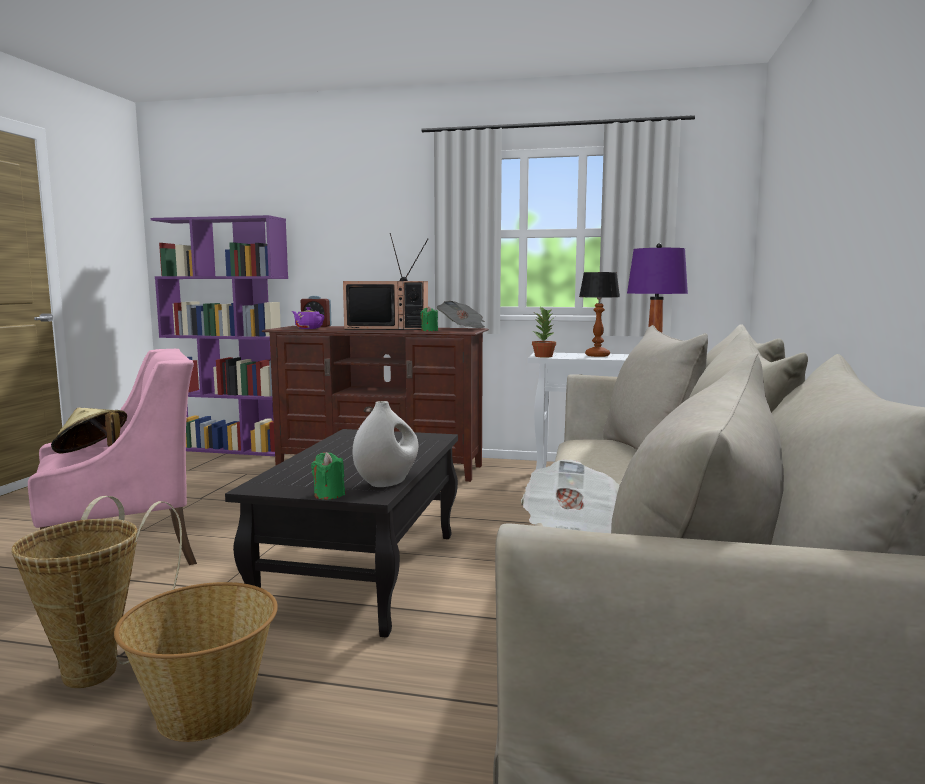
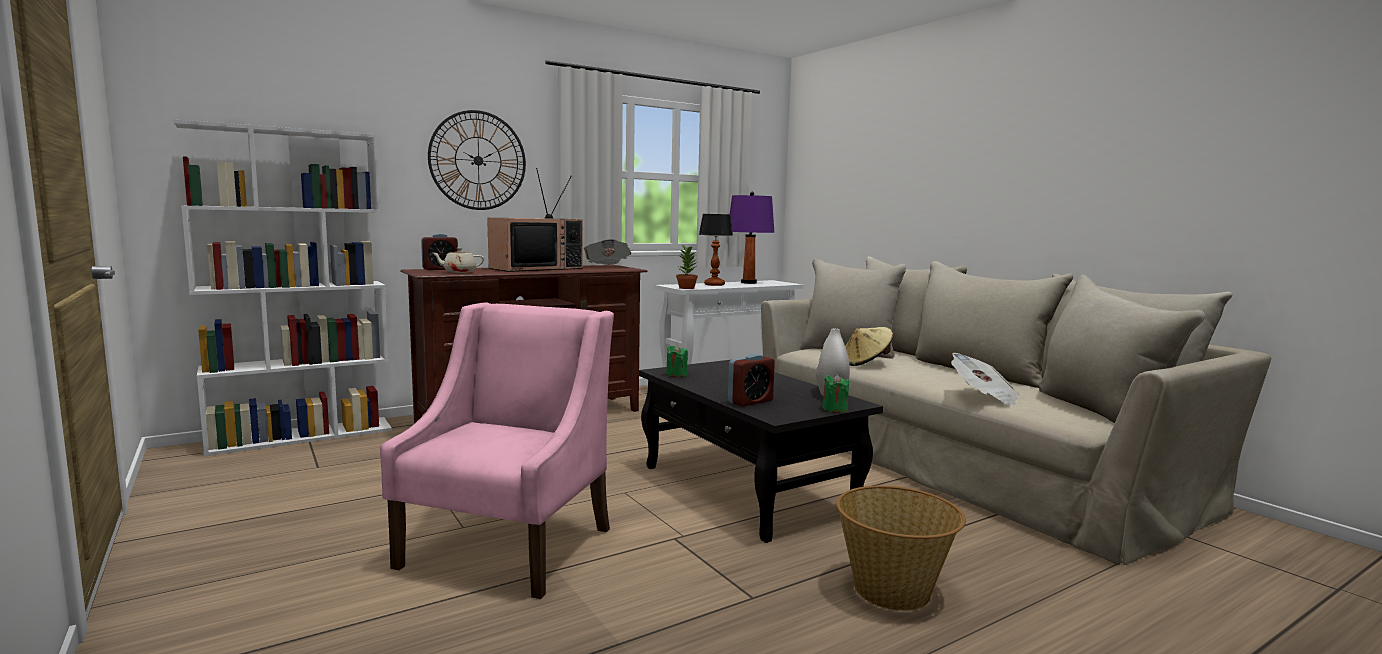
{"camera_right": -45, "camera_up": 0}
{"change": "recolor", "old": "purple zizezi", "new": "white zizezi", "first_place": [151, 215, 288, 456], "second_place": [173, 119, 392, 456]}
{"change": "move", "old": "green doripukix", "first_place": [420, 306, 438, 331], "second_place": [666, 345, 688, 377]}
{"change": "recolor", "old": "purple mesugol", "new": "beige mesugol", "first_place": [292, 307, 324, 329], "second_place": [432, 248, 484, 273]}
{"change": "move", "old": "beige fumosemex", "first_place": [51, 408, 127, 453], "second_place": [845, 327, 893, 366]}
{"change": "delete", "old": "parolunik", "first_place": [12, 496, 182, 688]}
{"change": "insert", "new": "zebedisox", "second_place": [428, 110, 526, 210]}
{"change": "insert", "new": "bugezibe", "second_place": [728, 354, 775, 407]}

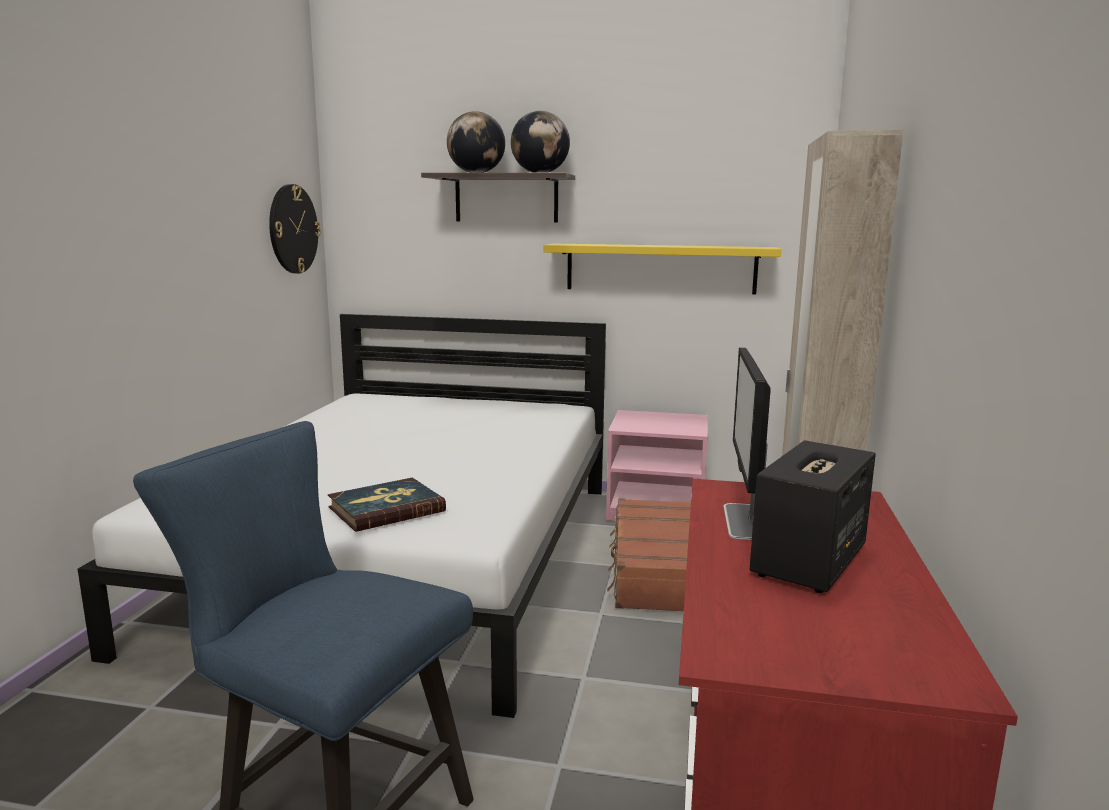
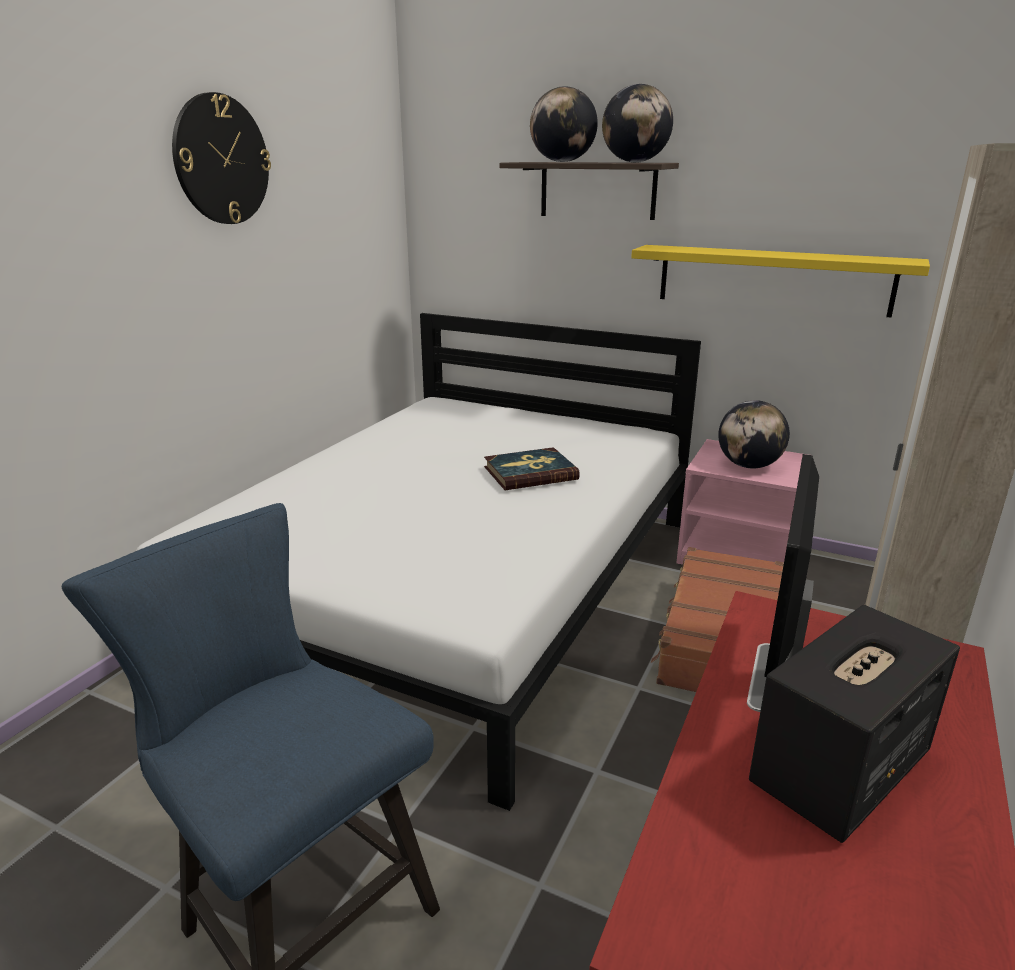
{"camera_right": 15, "camera_up": 10}
{"change": "move", "old": "zebedisox", "first_place": [269, 184, 321, 274], "second_place": [172, 92, 271, 224]}
{"change": "move", "old": "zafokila", "first_place": [328, 477, 446, 532], "second_place": [484, 447, 580, 490]}
{"change": "insert", "new": "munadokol", "second_place": [718, 400, 790, 468]}

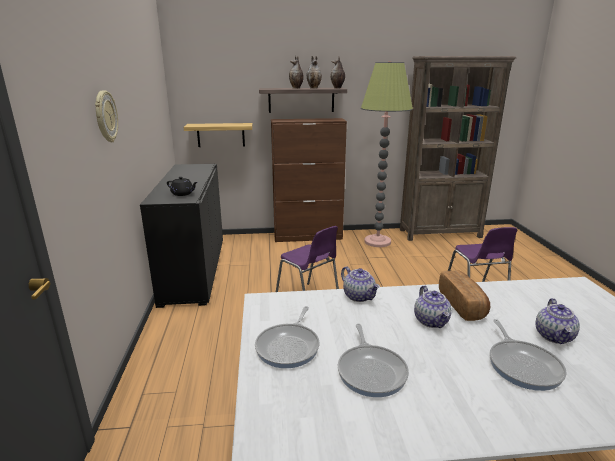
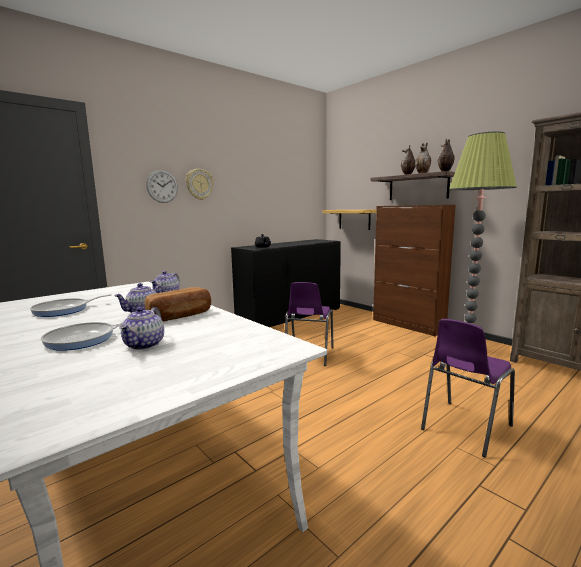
{"camera_right": 55, "camera_up": -10}
{"change": "rotate", "old": "mesugol", "first_place": [535, 298, 580, 344], "second_place": [119, 307, 164, 350], "degrees": -60}
{"change": "delete", "old": "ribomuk", "first_place": [255, 306, 320, 368]}
{"change": "insert", "new": "zebedisox", "second_place": [146, 170, 178, 203]}

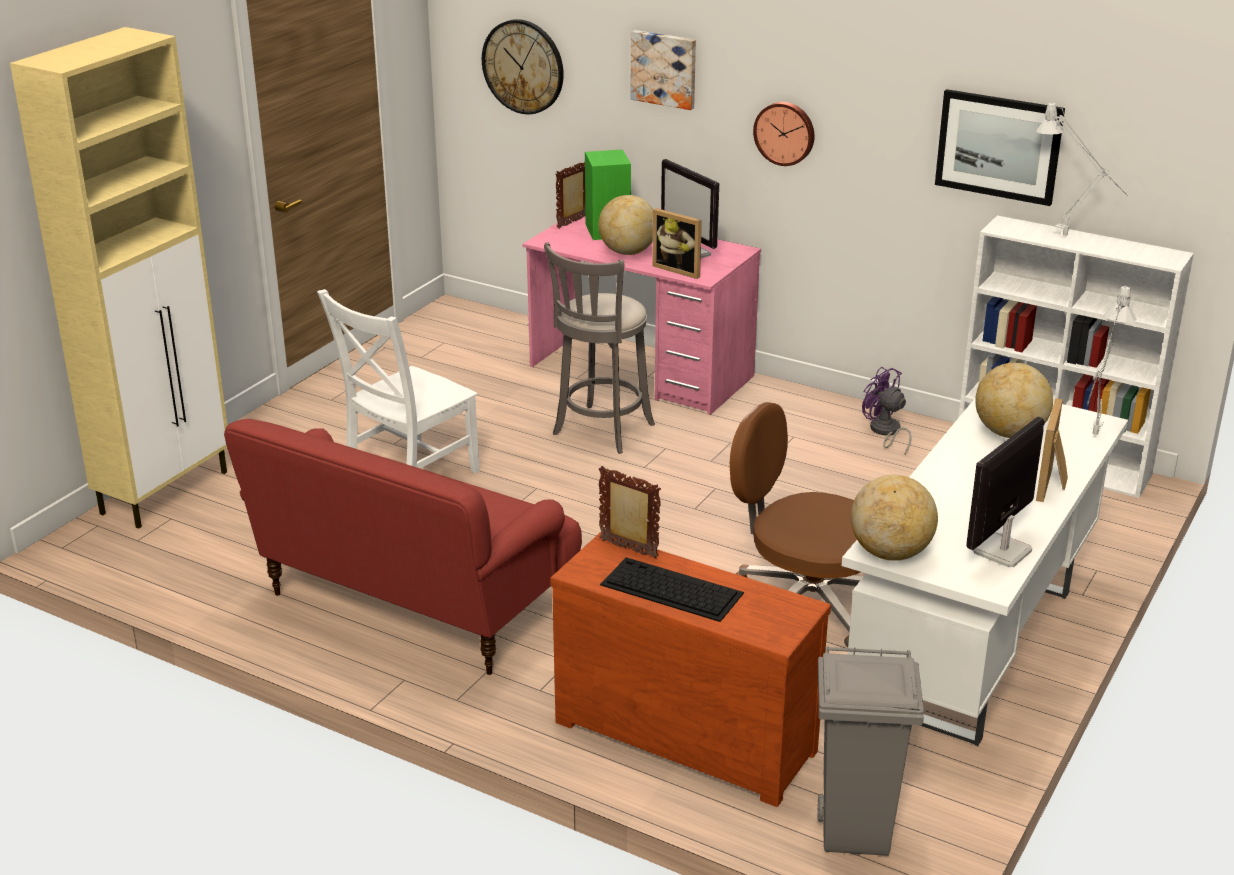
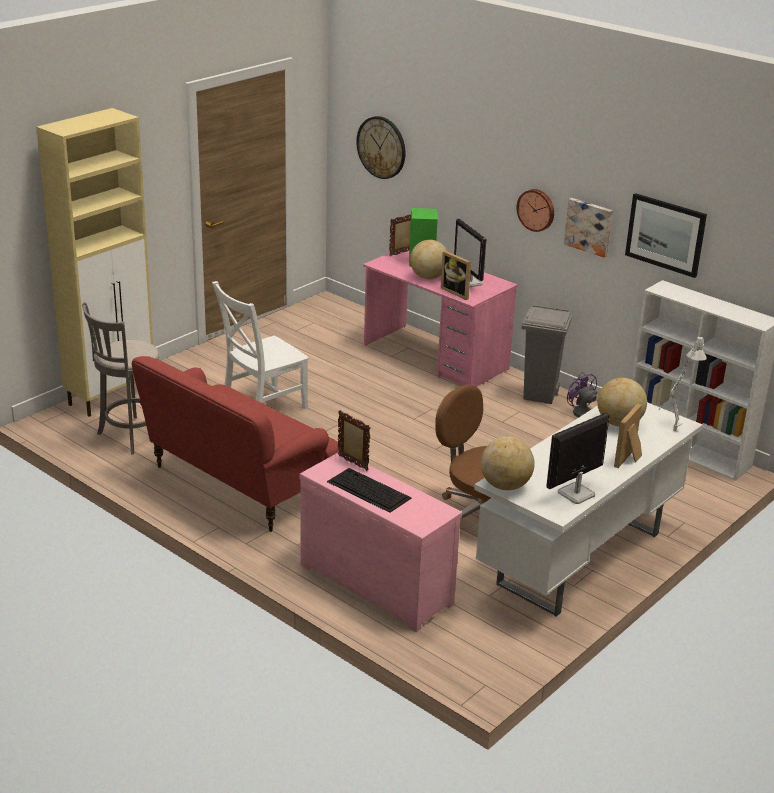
{"camera_right": 10, "camera_up": 0}
{"change": "move", "old": "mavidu", "first_place": [631, 30, 696, 110], "second_place": [564, 198, 613, 258]}
{"change": "delete", "old": "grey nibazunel", "first_place": [1036, 103, 1128, 236]}
{"change": "move", "old": "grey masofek", "first_place": [544, 242, 655, 454], "second_place": [82, 302, 159, 454]}
{"change": "recolor", "old": "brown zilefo", "new": "pink zilefo", "first_place": [550, 532, 831, 807], "second_place": [299, 453, 462, 632]}
{"change": "move", "old": "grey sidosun", "first_place": [817, 646, 924, 856], "second_place": [522, 304, 572, 404]}

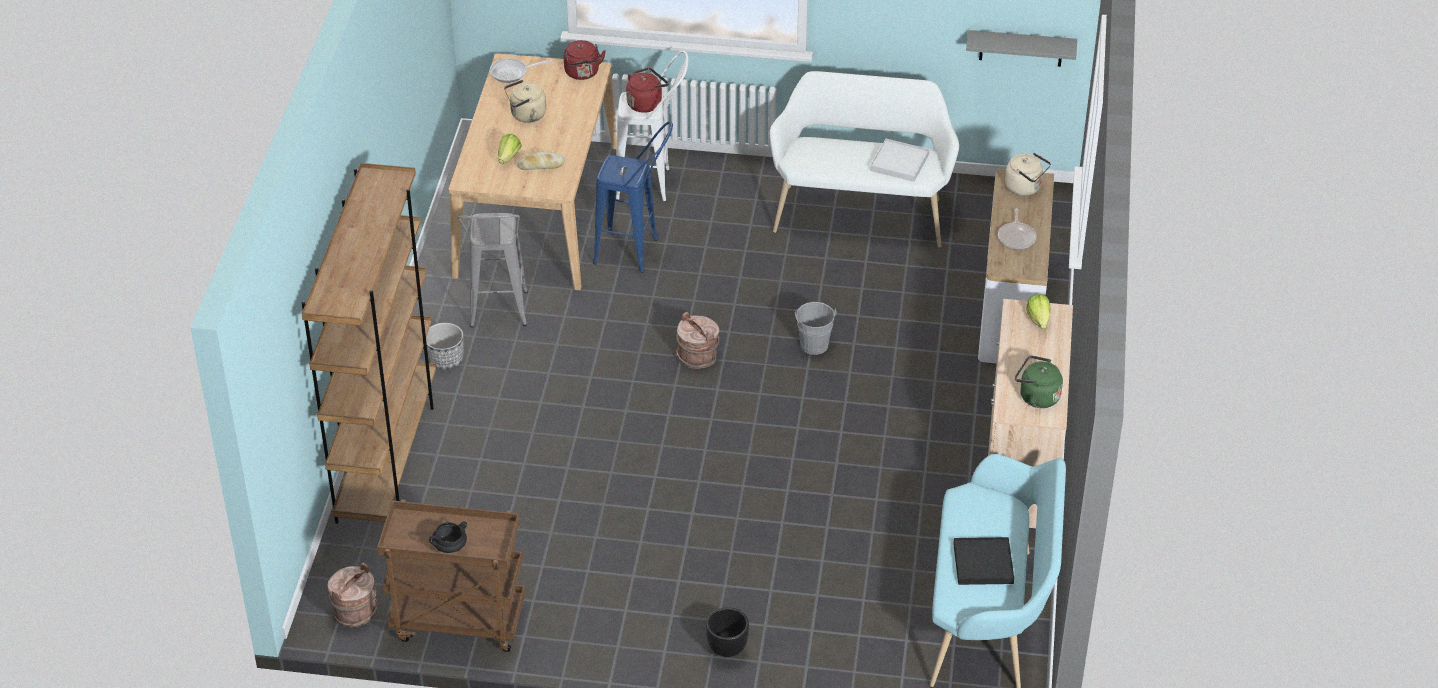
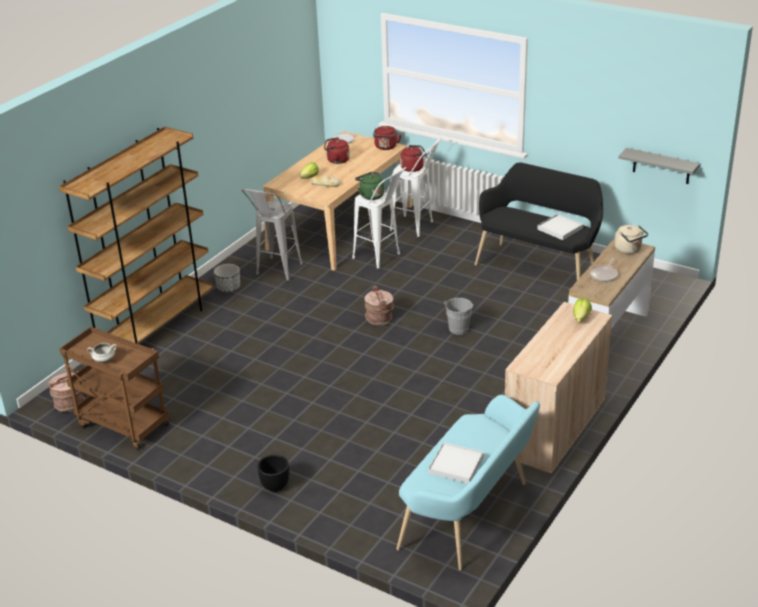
{"camera_right": 25, "camera_up": -10}
{"change": "recolor", "old": "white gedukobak", "new": "black gedukobak", "first_place": [770, 71, 959, 247], "second_place": [475, 163, 603, 281]}
{"change": "recolor", "old": "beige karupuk", "new": "red karupuk", "first_place": [504, 80, 546, 123], "second_place": [324, 137, 350, 164]}
{"change": "recolor", "old": "blue masofek", "new": "white masofek", "first_place": [593, 121, 673, 273], "second_place": [352, 167, 406, 269]}
{"change": "move", "old": "green karupuk", "first_place": [1015, 355, 1063, 408], "second_place": [355, 172, 384, 200]}
{"change": "recolor", "old": "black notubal", "new": "white notubal", "first_place": [429, 521, 467, 553], "second_place": [87, 343, 117, 363]}
{"change": "recolor", "old": "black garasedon", "new": "white garasedon", "first_place": [953, 537, 1014, 585], "second_place": [429, 442, 484, 483]}

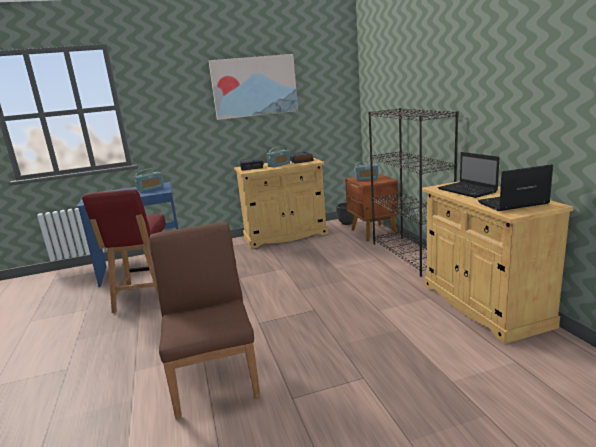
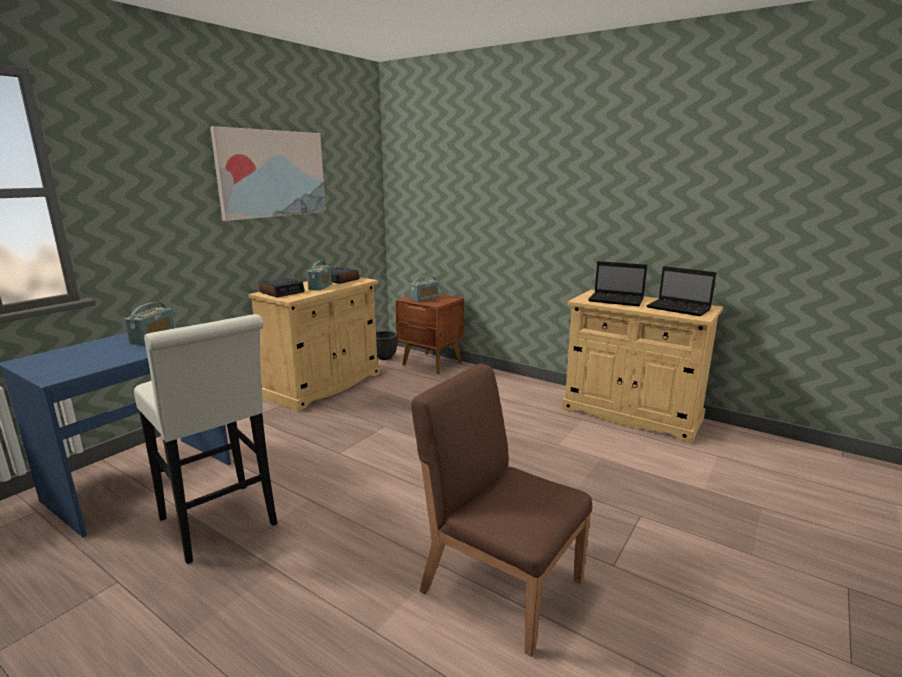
{"camera_right": -40, "camera_up": 0}
{"change": "delete", "old": "black zizezi", "first_place": [368, 108, 459, 277]}
{"change": "rotate", "old": "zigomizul", "first_place": [478, 164, 553, 211], "second_place": [646, 266, 716, 316], "degrees": -90}
{"change": "replace", "old": "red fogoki", "new": "white masofek", "first_place": [82, 189, 166, 313], "second_place": [134, 314, 278, 564]}

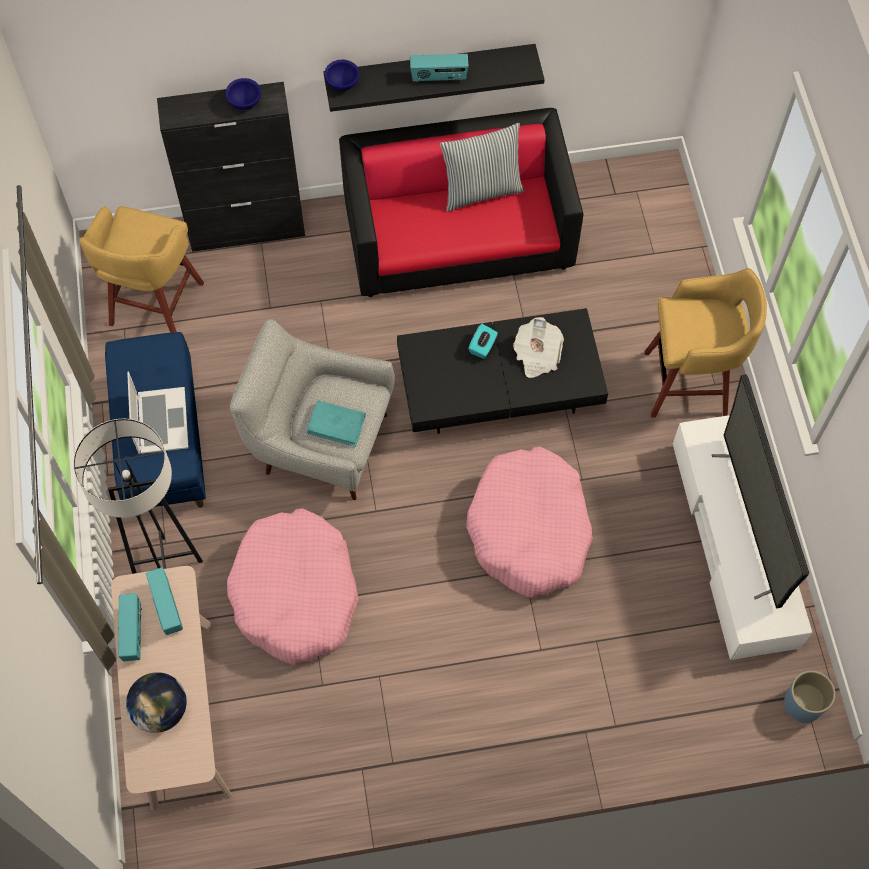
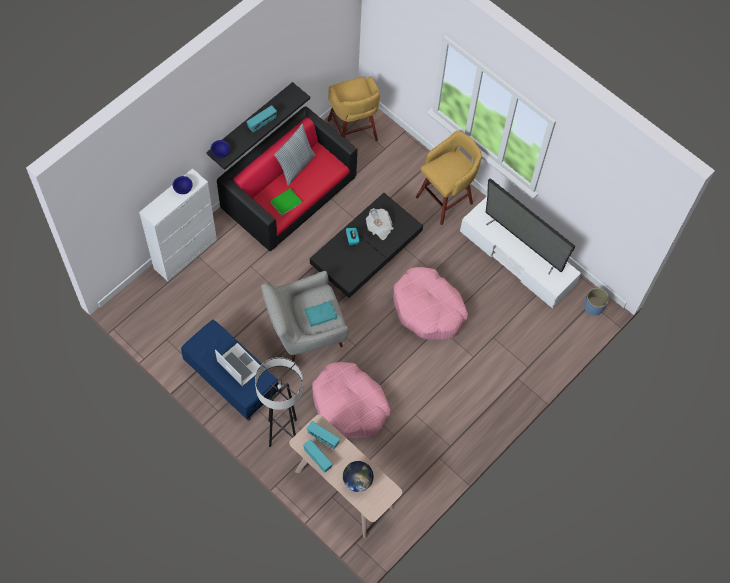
{"camera_right": -40, "camera_up": 0}
{"change": "recolor", "old": "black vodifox", "new": "white vodifox", "first_place": [157, 82, 305, 252], "second_place": [139, 168, 217, 281]}
{"change": "move", "old": "yellow masofek", "first_place": [79, 206, 204, 333], "second_place": [328, 76, 380, 141]}
{"change": "insert", "new": "green zafokila", "second_place": [270, 188, 302, 216]}

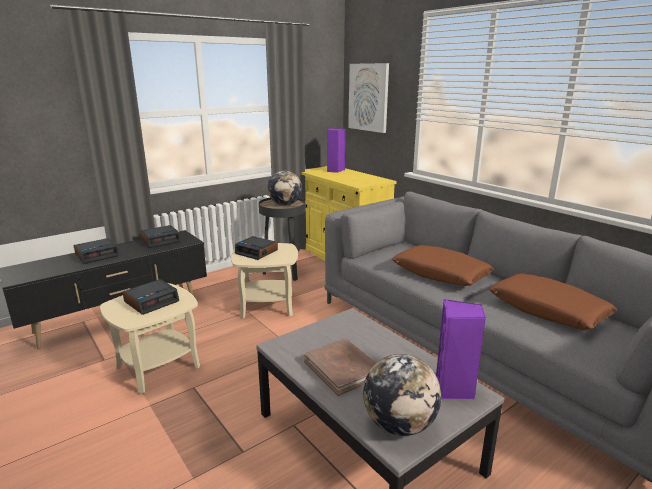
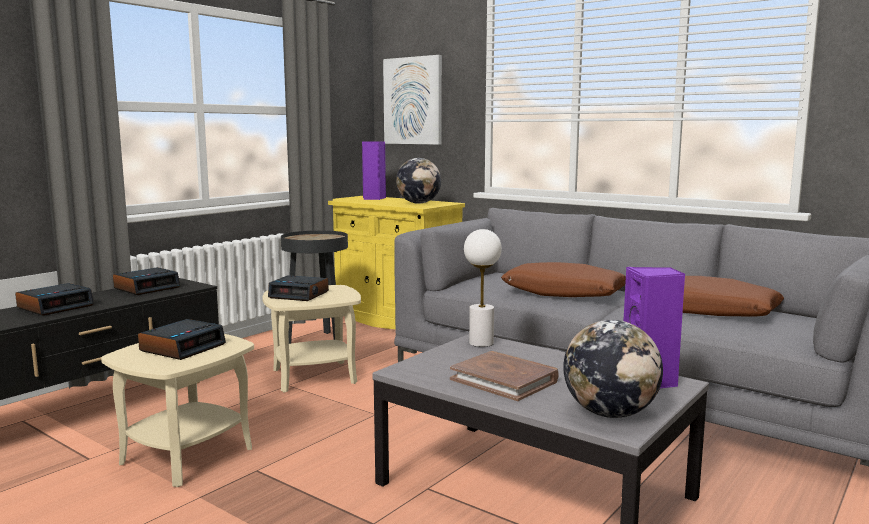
{"camera_right": -15, "camera_up": -10}
{"change": "move", "old": "munadokol", "first_place": [267, 171, 302, 206], "second_place": [396, 158, 441, 204]}
{"change": "insert", "new": "white nibazunel", "second_place": [464, 229, 502, 347]}

